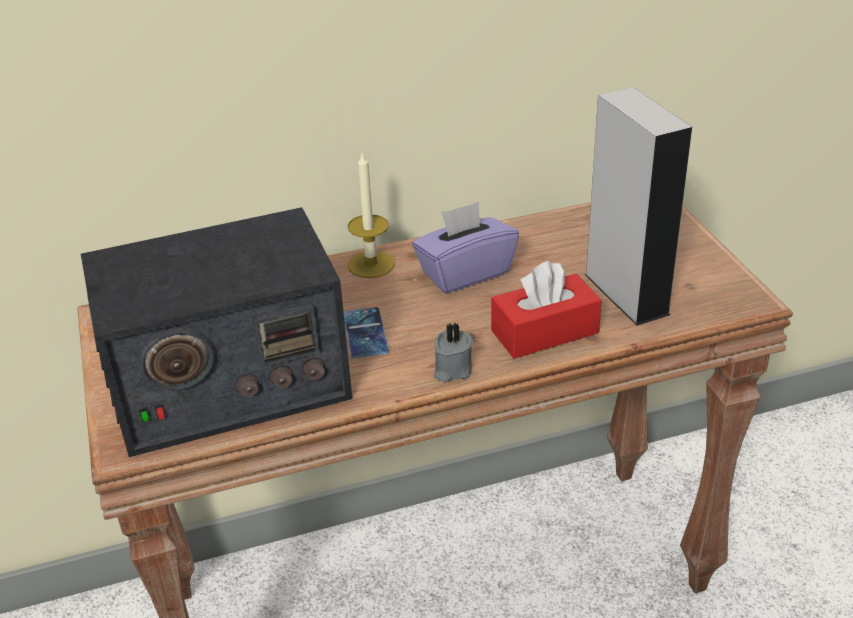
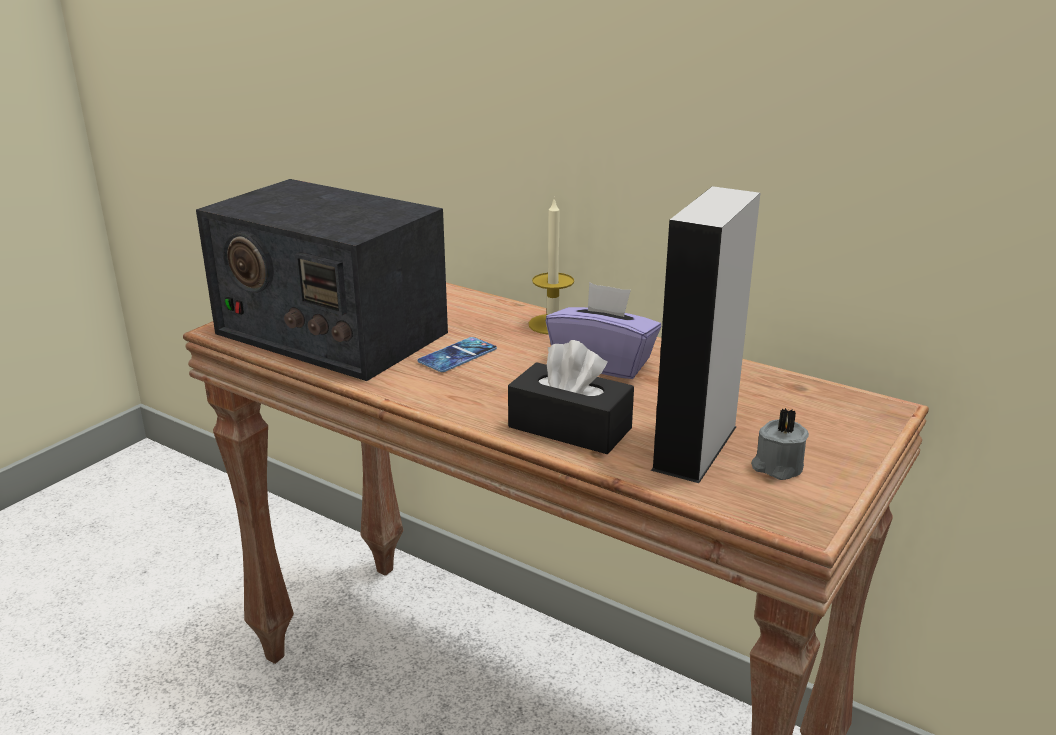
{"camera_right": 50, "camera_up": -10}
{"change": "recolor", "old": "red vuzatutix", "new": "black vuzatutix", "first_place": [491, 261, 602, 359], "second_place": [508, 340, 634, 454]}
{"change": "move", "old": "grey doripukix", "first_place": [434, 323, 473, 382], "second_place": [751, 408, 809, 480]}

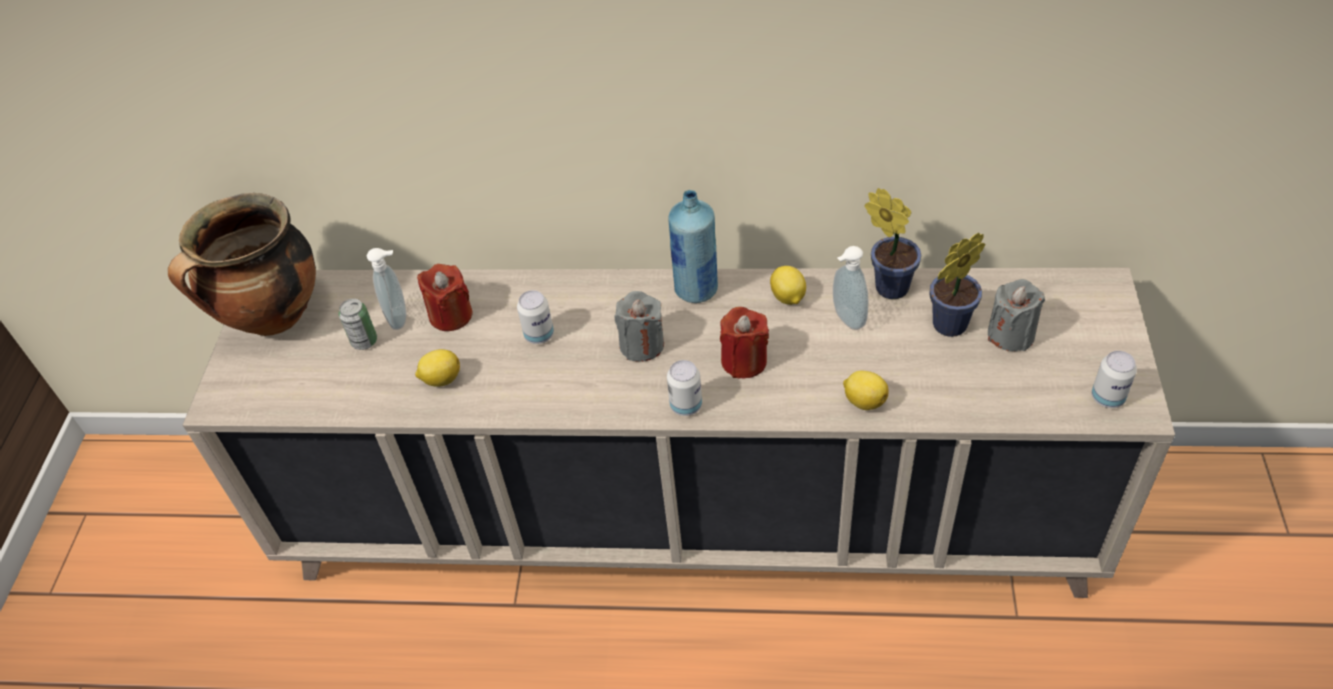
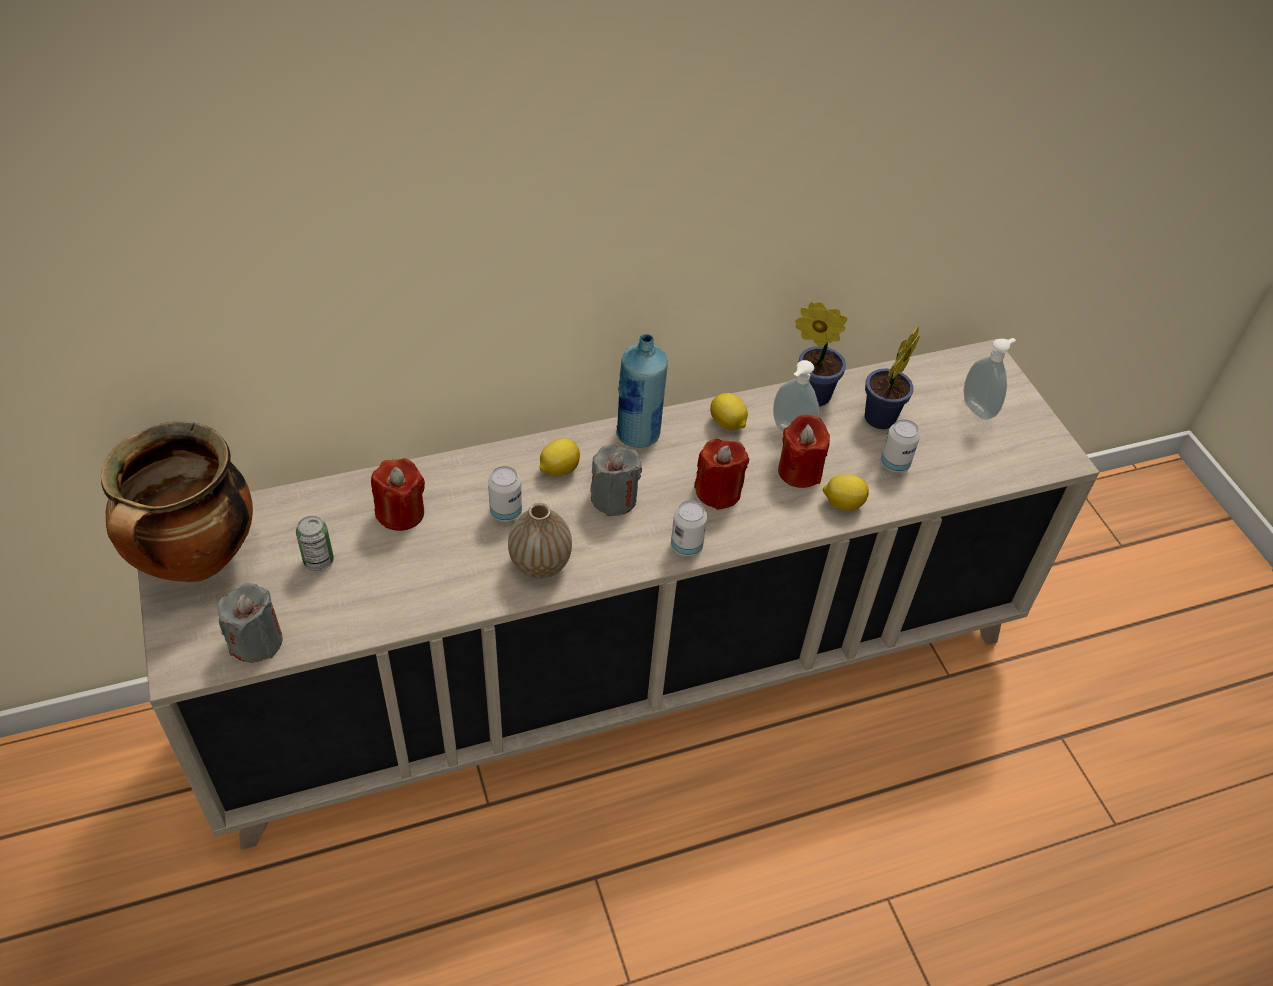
{"camera_right": -30, "camera_up": 0}
{"change": "move", "old": "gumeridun", "first_place": [367, 248, 406, 330], "second_place": [964, 338, 1016, 420]}
{"change": "move", "old": "grey doripukix", "first_place": [988, 279, 1045, 351], "second_place": [218, 583, 282, 663]}
{"change": "move", "old": "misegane", "first_place": [415, 349, 460, 386], "second_place": [539, 438, 580, 477]}
{"change": "move", "old": "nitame", "first_place": [1092, 351, 1137, 408], "second_place": [881, 419, 920, 473]}
{"change": "insert", "new": "red doripukix", "second_place": [778, 415, 830, 488]}
{"change": "insert", "new": "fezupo", "second_place": [508, 503, 572, 579]}

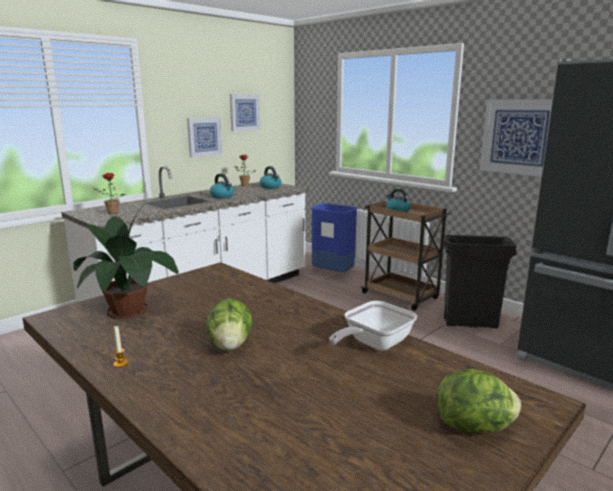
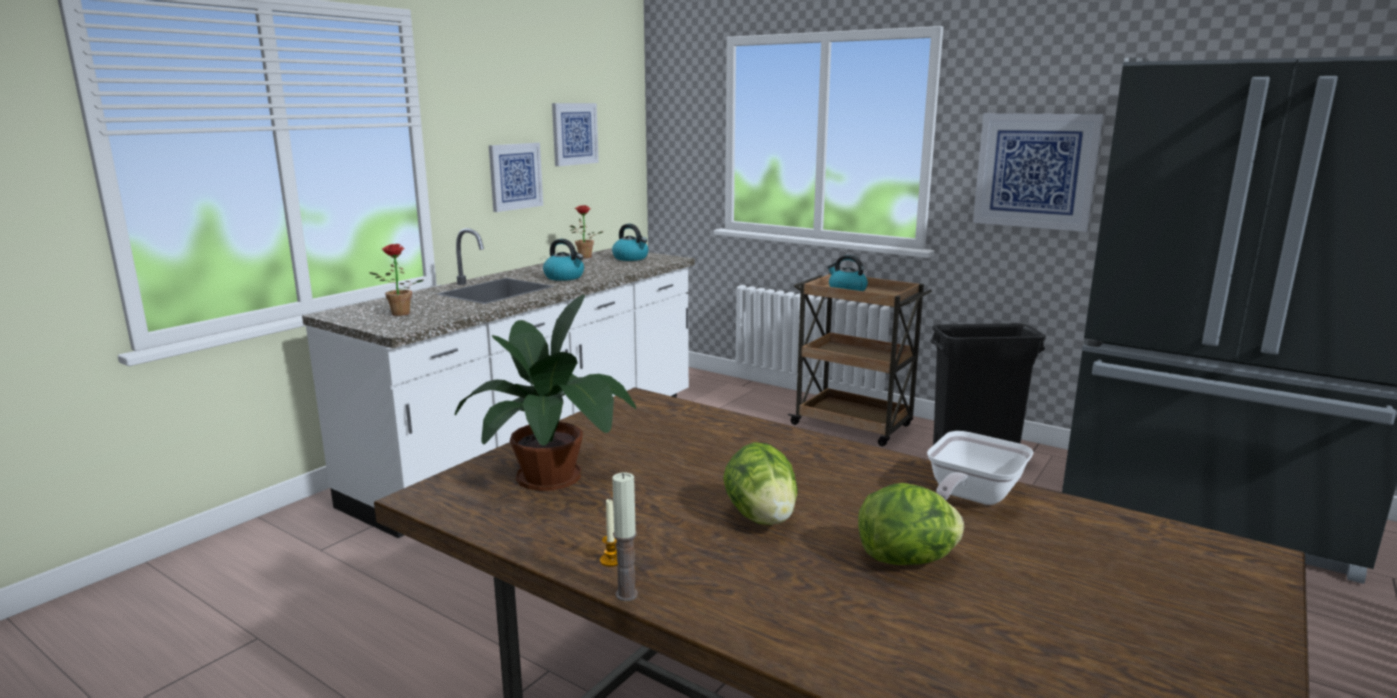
{"camera_right": -10, "camera_up": 0}
{"change": "delete", "old": "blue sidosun", "first_place": [311, 203, 358, 272]}
{"change": "move", "old": "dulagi", "first_place": [438, 369, 521, 433], "second_place": [858, 483, 964, 565]}
{"change": "insert", "new": "doripukix", "second_place": [612, 472, 638, 601]}

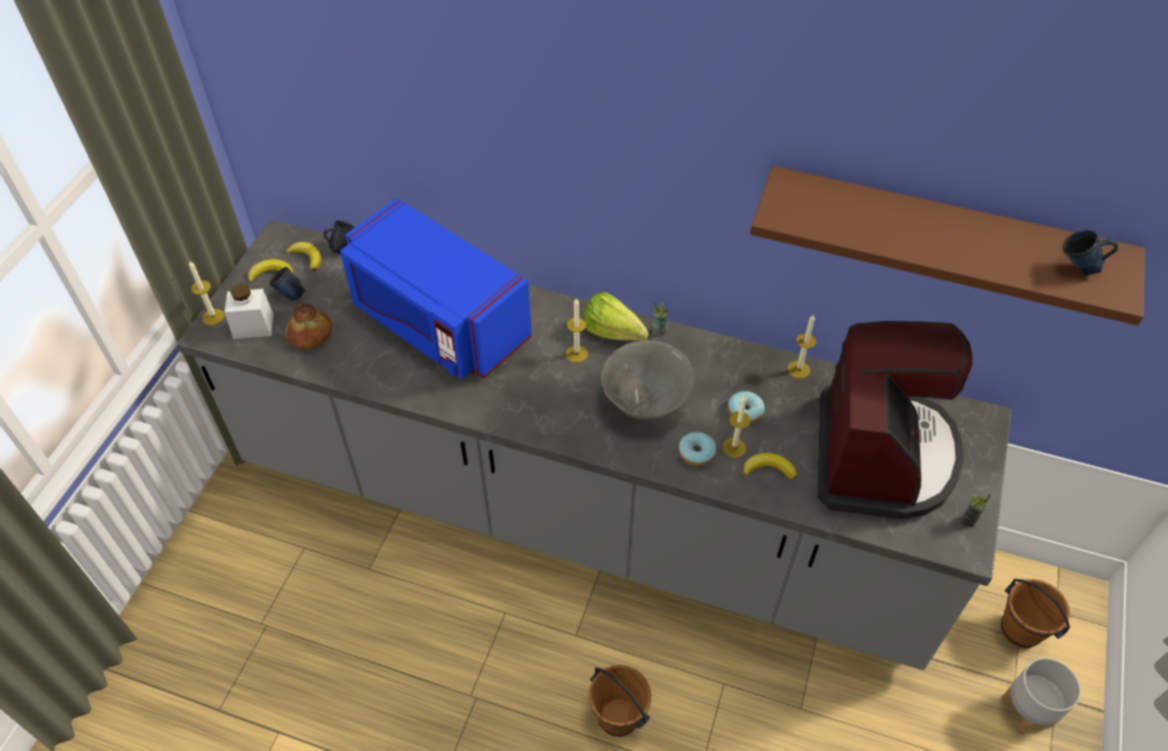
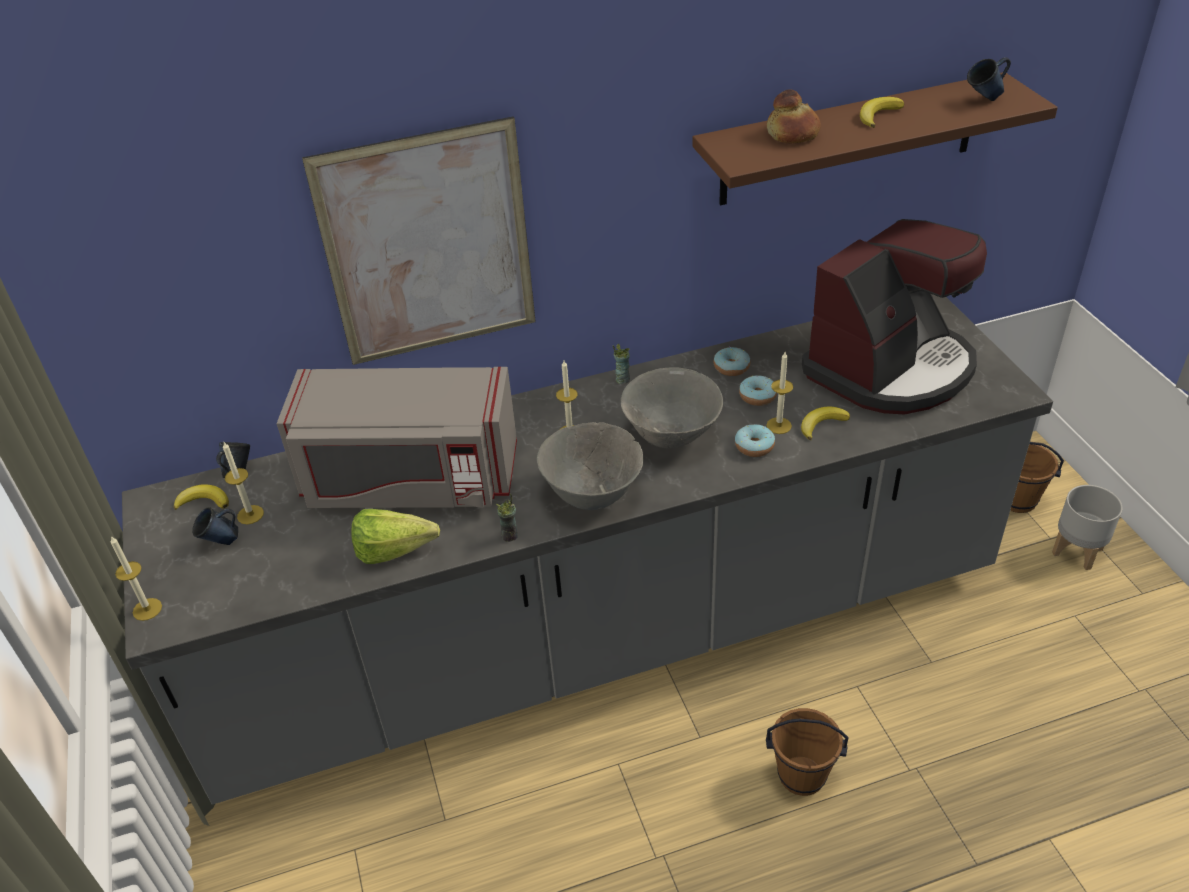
{"camera_right": -35, "camera_up": -10}
{"change": "recolor", "old": "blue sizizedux", "new": "grey sizizedux", "first_place": [340, 198, 532, 380], "second_place": [277, 367, 517, 508]}
{"change": "move", "old": "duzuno", "first_place": [248, 259, 294, 282], "second_place": [860, 97, 904, 128]}
{"change": "delete", "old": "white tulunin", "first_place": [225, 283, 274, 339]}
{"change": "move", "old": "dulagi", "first_place": [584, 292, 649, 341], "second_place": [351, 509, 440, 564]}
{"change": "move", "old": "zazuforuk", "first_place": [285, 303, 332, 350], "second_place": [767, 89, 821, 143]}
{"change": "move", "old": "doripukix", "first_place": [788, 315, 816, 379], "second_place": [223, 442, 264, 524]}
{"change": "rotate", "old": "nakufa", "first_place": [818, 321, 973, 519], "second_place": [802, 219, 987, 415], "degrees": 75}
{"change": "move", "old": "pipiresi", "first_place": [961, 494, 991, 527], "second_place": [496, 494, 518, 542]}
{"change": "insert", "new": "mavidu", "second_place": [302, 116, 536, 365]}
{"change": "insert", "new": "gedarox", "second_place": [714, 347, 750, 376]}
{"change": "insert", "new": "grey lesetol", "second_place": [537, 422, 643, 510]}

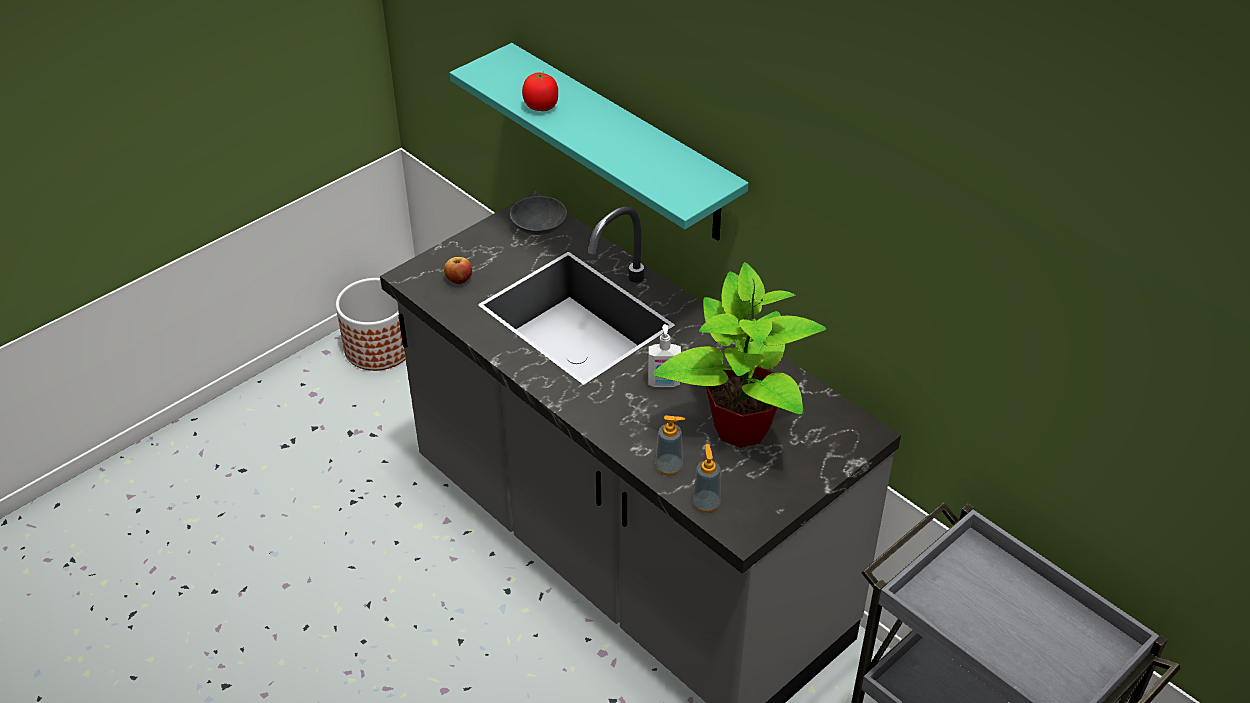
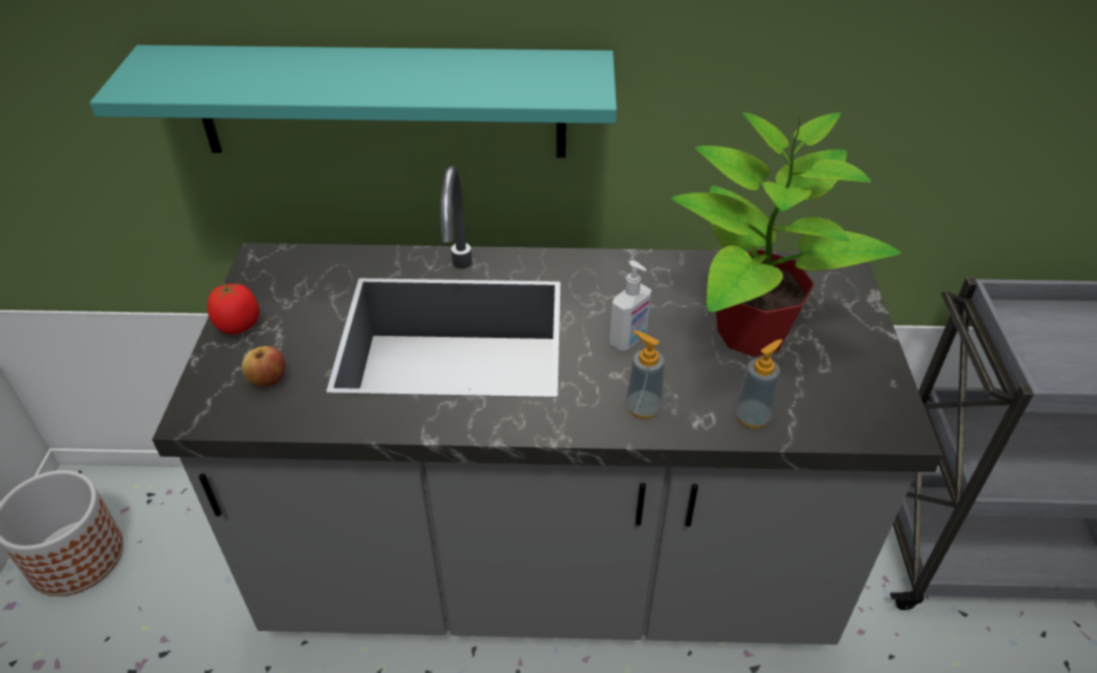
{"camera_right": -45, "camera_up": 0}
{"change": "move", "old": "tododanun", "first_place": [522, 72, 558, 111], "second_place": [207, 282, 260, 334]}
{"change": "delete", "old": "grey lesetol", "first_place": [510, 196, 567, 235]}
{"change": "move", "old": "gumeridun", "first_place": [693, 444, 721, 513], "second_place": [626, 330, 665, 419]}

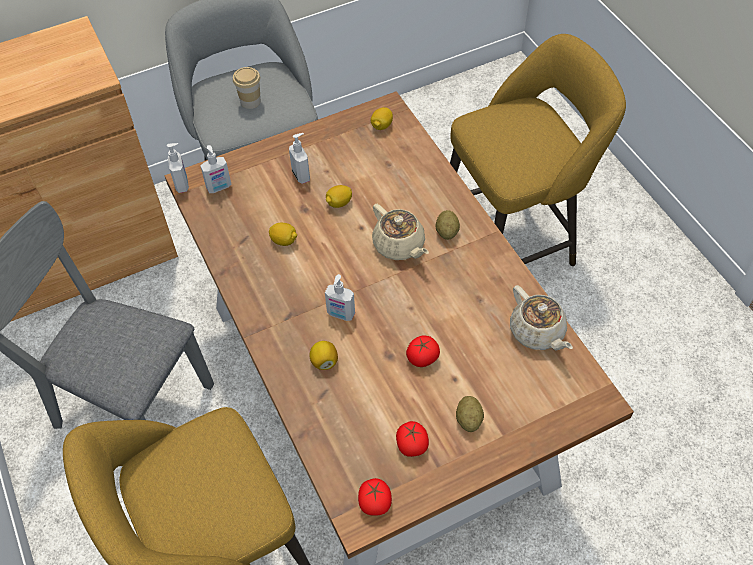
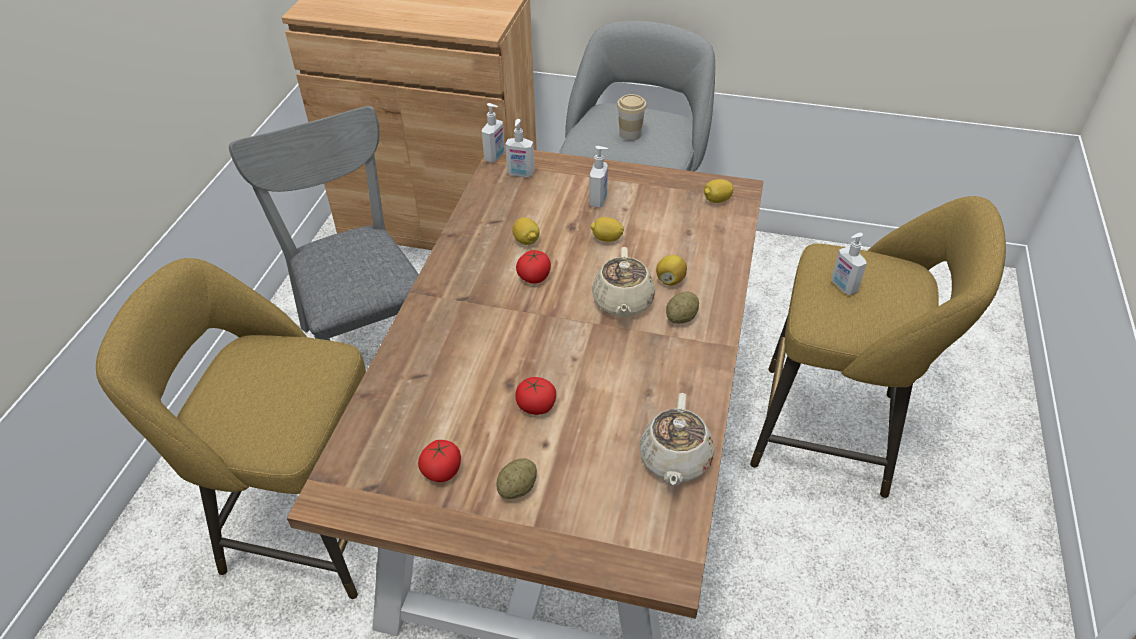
{"camera_right": 40, "camera_up": -10}
{"change": "move", "old": "gumeridun", "first_place": [325, 274, 355, 321], "second_place": [831, 233, 867, 295]}
{"change": "move", "old": "misegane", "first_place": [310, 341, 338, 370], "second_place": [656, 255, 687, 286]}
{"change": "move", "old": "tododanun", "first_place": [358, 478, 392, 516], "second_place": [516, 250, 551, 284]}

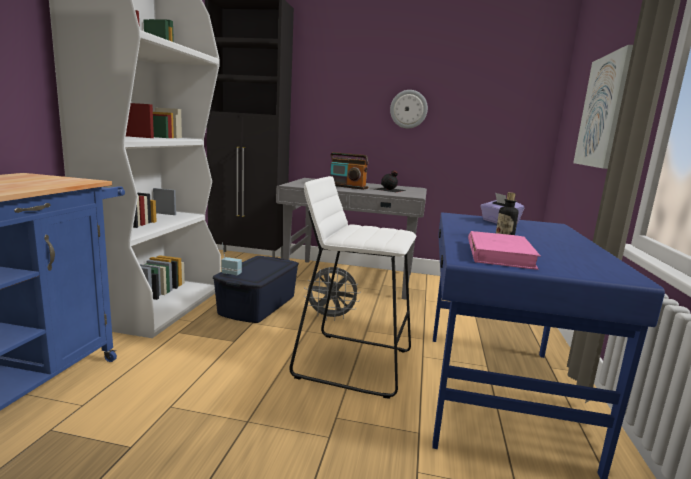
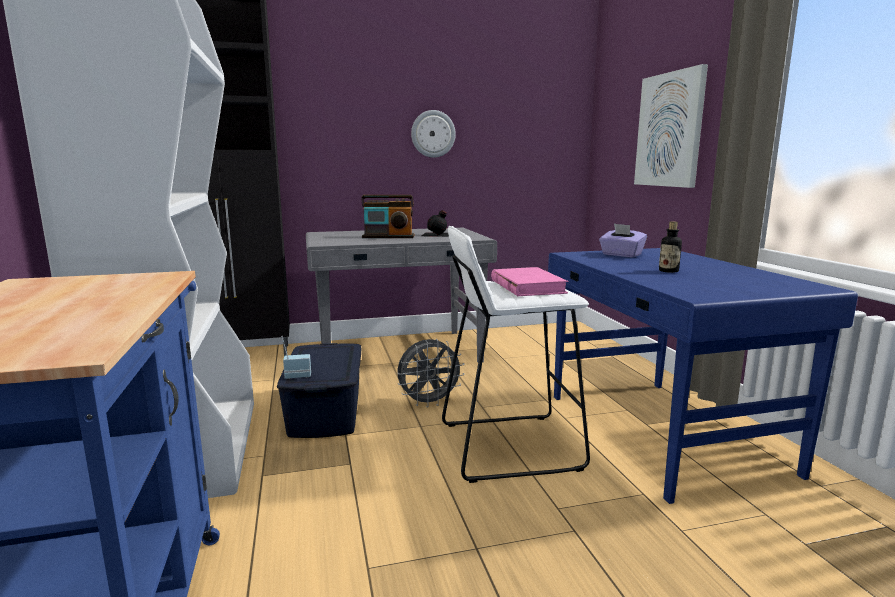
{"camera_right": -25, "camera_up": 0}
{"change": "move", "old": "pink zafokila", "first_place": [468, 231, 541, 270], "second_place": [491, 267, 569, 296]}

